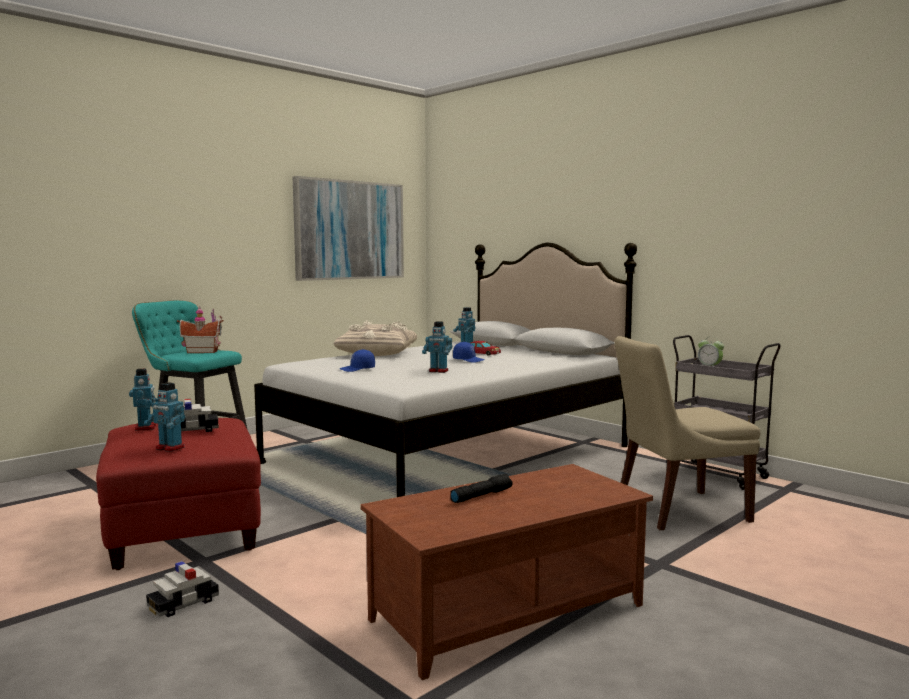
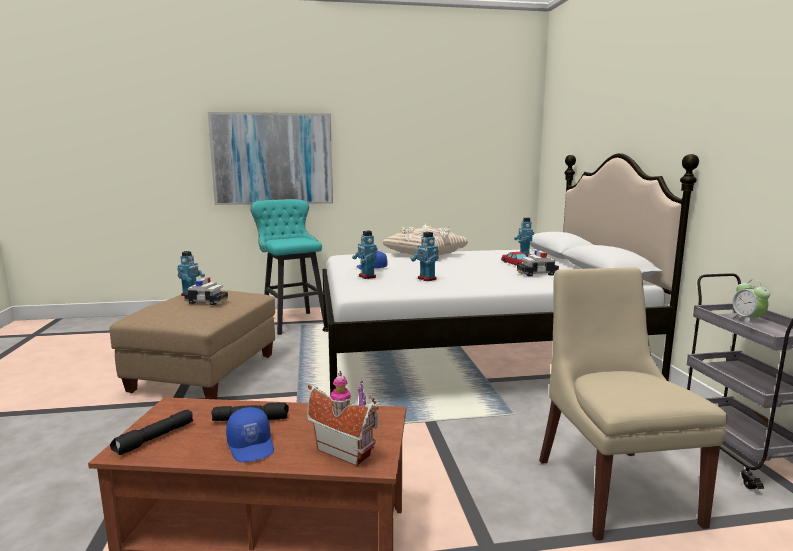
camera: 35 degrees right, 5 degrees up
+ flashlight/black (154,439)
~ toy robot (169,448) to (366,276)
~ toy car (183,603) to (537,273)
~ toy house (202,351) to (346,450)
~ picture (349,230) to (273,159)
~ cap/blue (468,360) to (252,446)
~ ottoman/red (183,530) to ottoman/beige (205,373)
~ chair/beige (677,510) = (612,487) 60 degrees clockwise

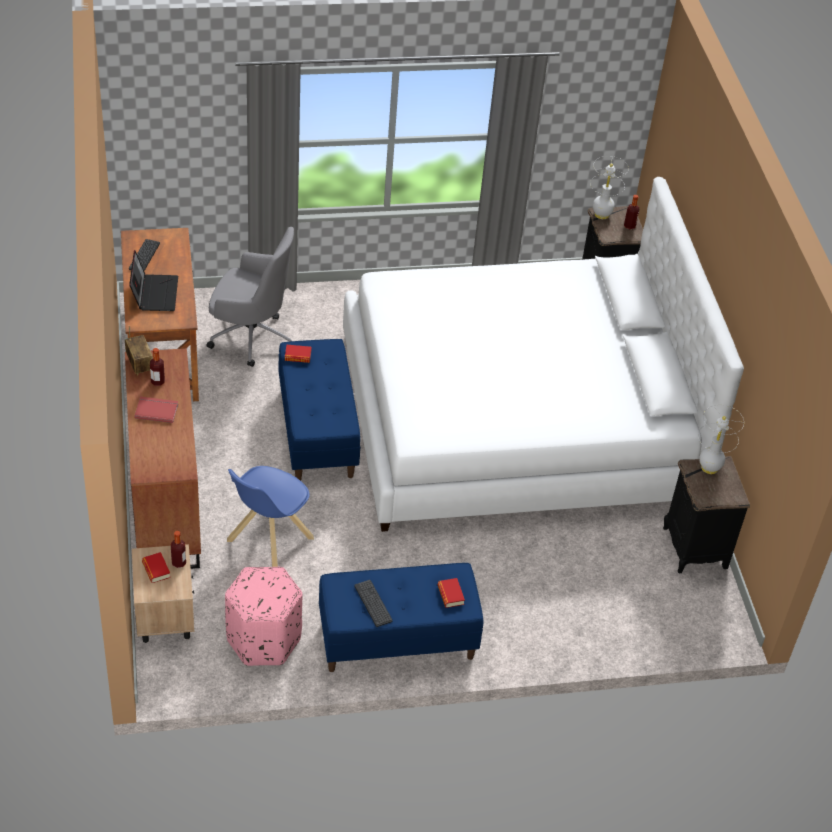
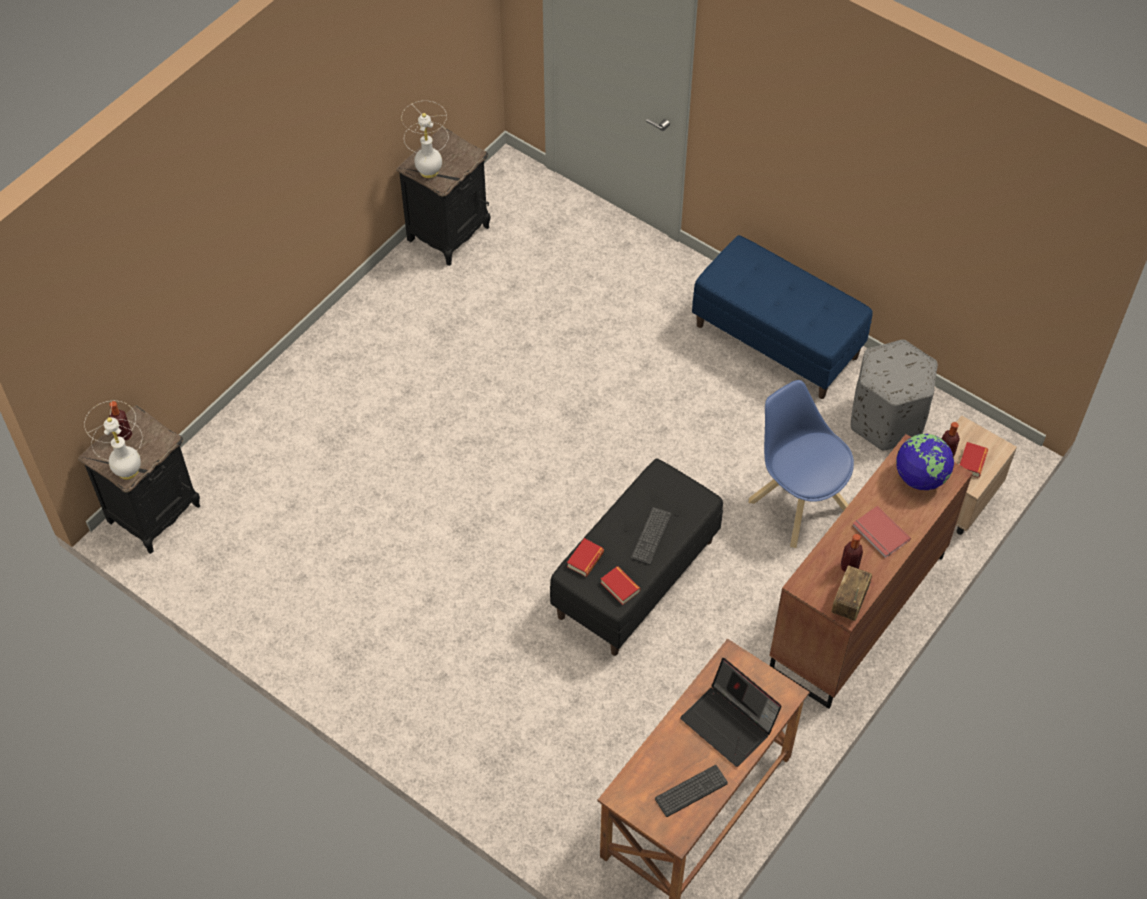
camera: 130 degrees left, 10 degrees up
- office chair/grey (252,338)
- bed/white (517,418)
+ globe (920,477)
~ keyboard (373,603) to (651,536)
~ book (450,595) to (585,560)
~ ottoman/pink (263,639) to ottoman/grey (887,420)
~ bench/blue (318,432) to bench/black (635,577)
~ laptop (154,293) = (730,723) 90 degrees counterclockwise
~ chair/blue (268,540) = (797,502) 120 degrees counterclockwise

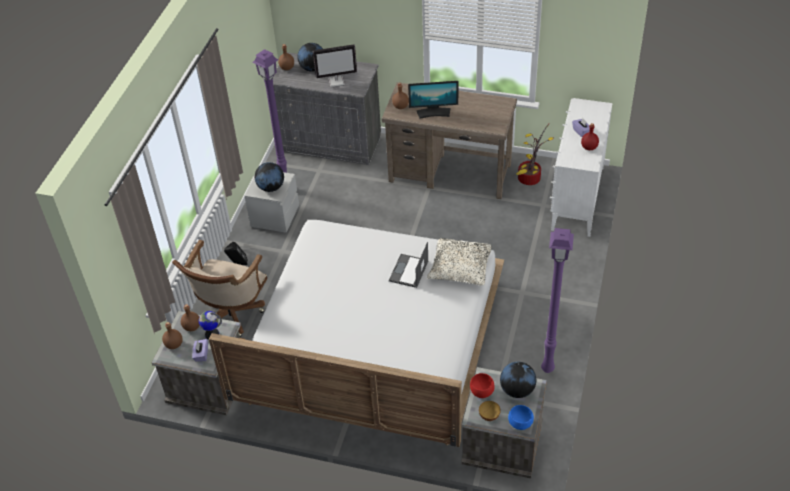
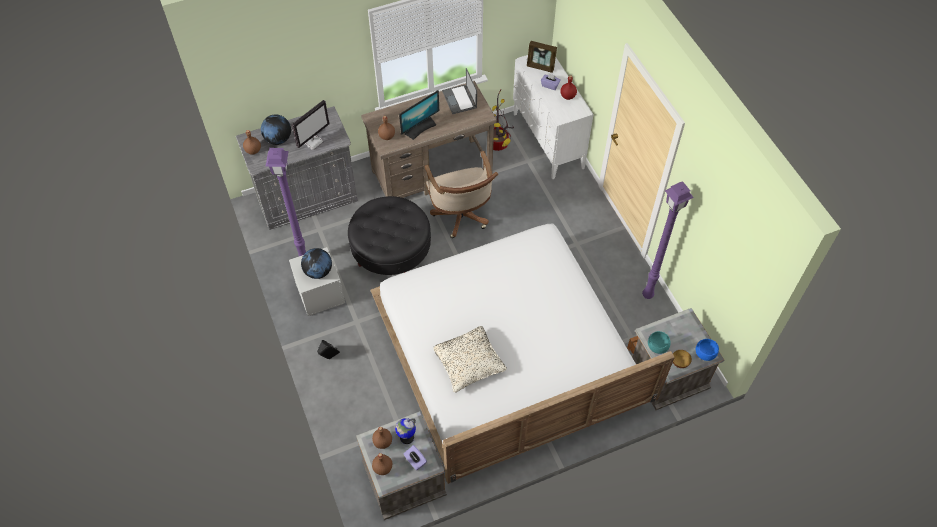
camera: 40 degrees left, 10 degrees up
- globe (517,390)
+ ottoman/black (391,252)
+ picture frame (540,66)
~ office chair (231,316) to (461,218)
~ laptop (408,271) to (460,100)
~ pillow/beige (460,267) to (468,362)
~ bowl/red (481,392) to bowl/turquoise (657,347)

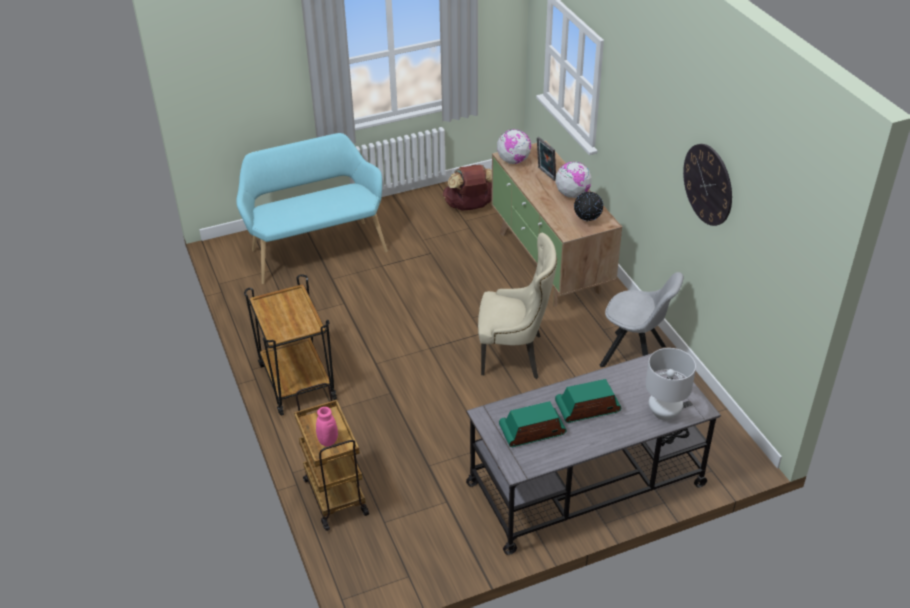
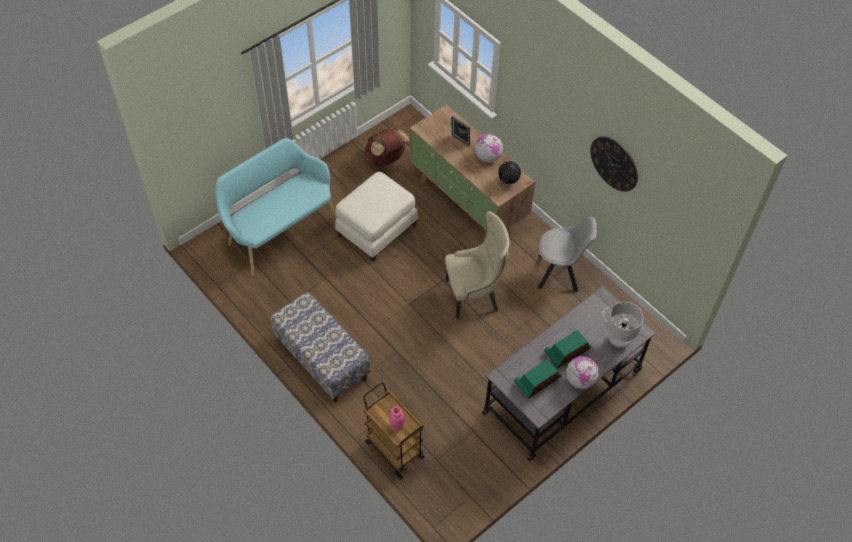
camera: 20 degrees left, 15 degrees up
+ ottoman/white (376,229)
~ globe (513,161) to (580,380)
~ cart/brown (297,380) to bench (321,359)

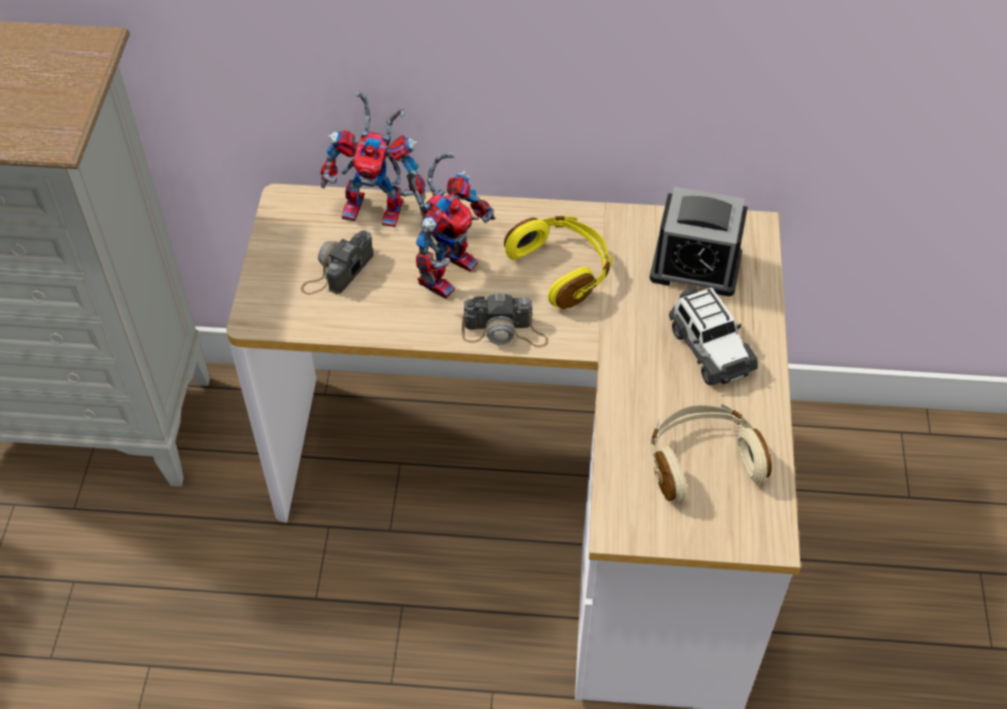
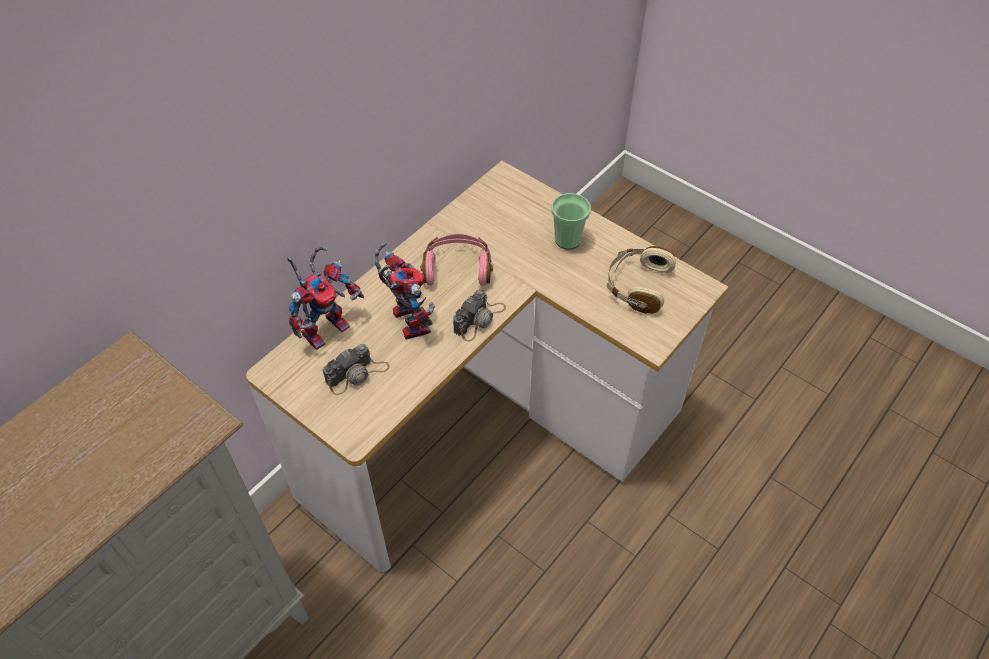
camera: 55 degrees left, 0 degrees up
- alarm clock (695,267)
~ toy car (709,348) to cup (567,240)
~ headphones/yellow (562,269) to headphones/pink (457,268)
~ photo camera (338,271) = (357,374) 105 degrees counterclockwise

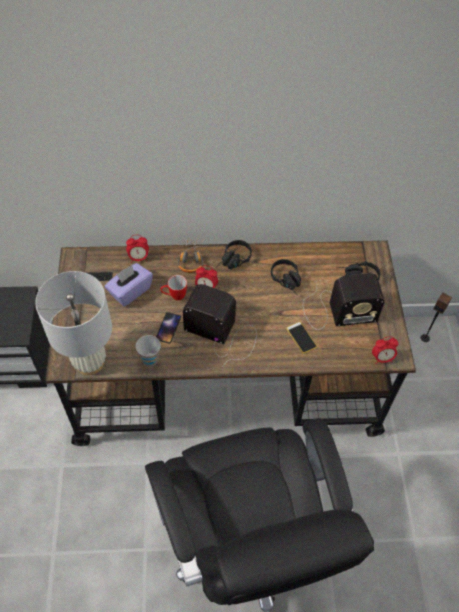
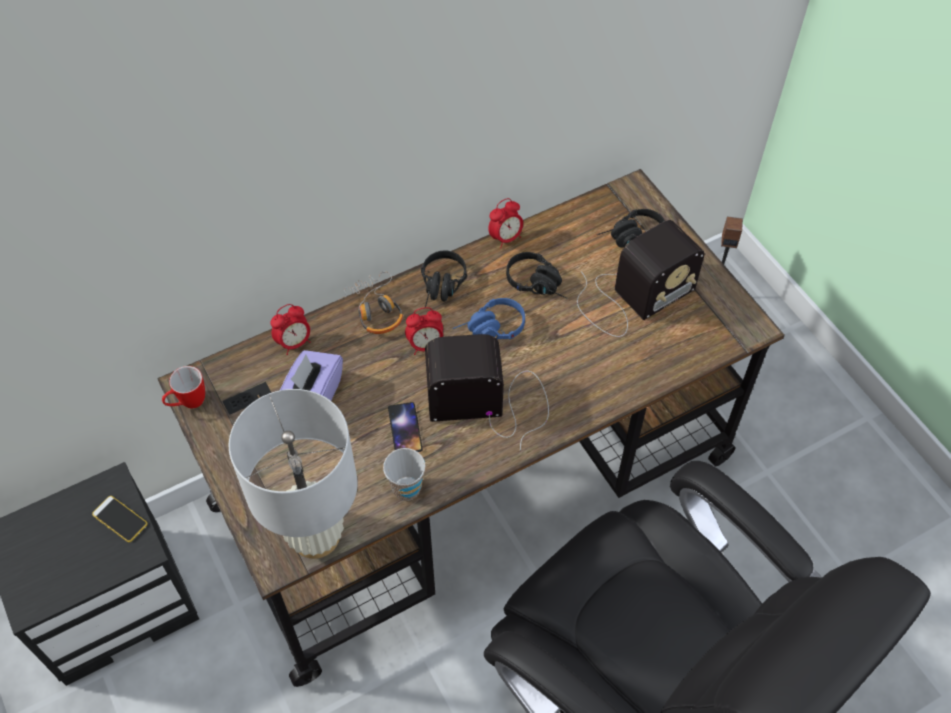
camera: 25 degrees left, 0 degrees up
+ headphones/blue (490,330)
~ mug (174,296) to (188,403)
~ phone (301,337) to (120,519)
~ alarm clock (382,358) to (505,238)

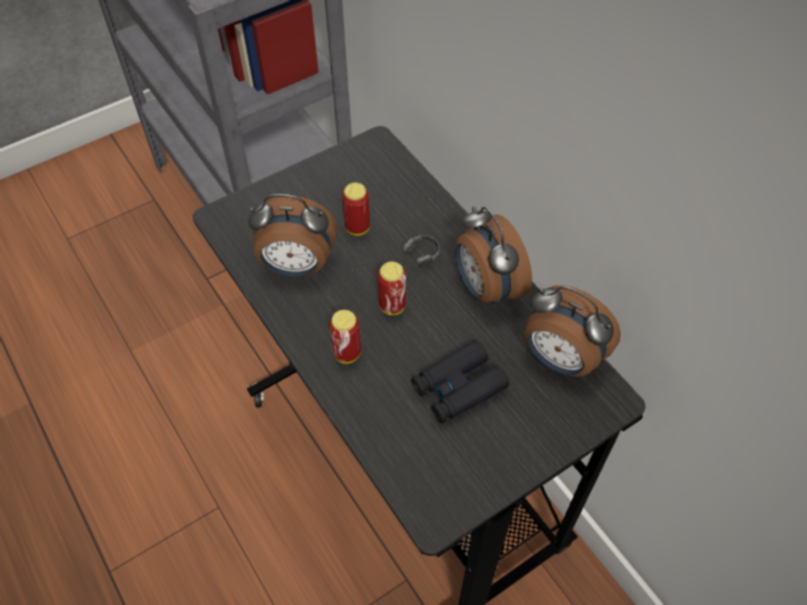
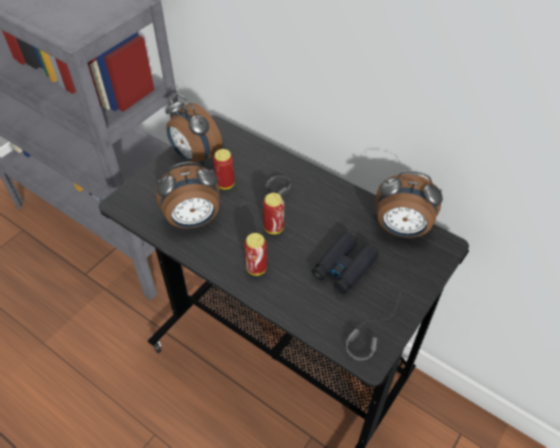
camera: 20 degrees left, 5 degrees down
+ headphones (371,327)
~ alarm clock (485,288) to (195,157)

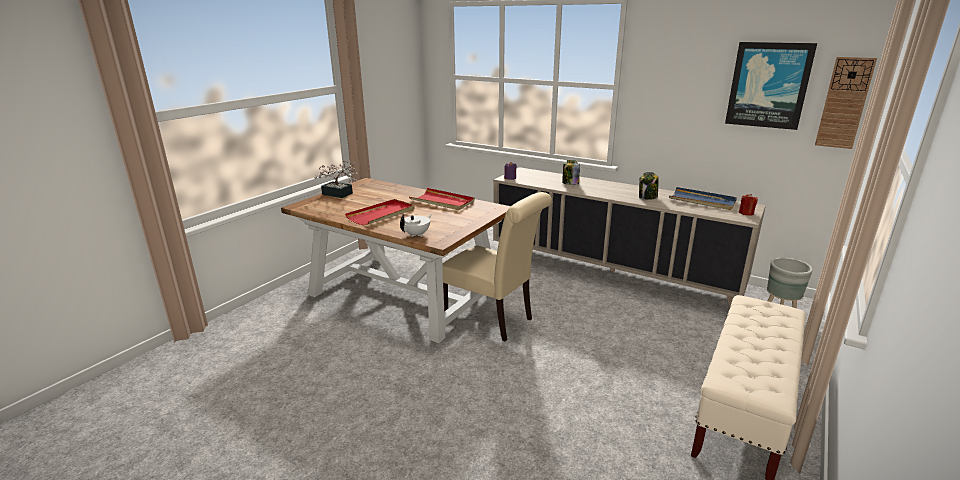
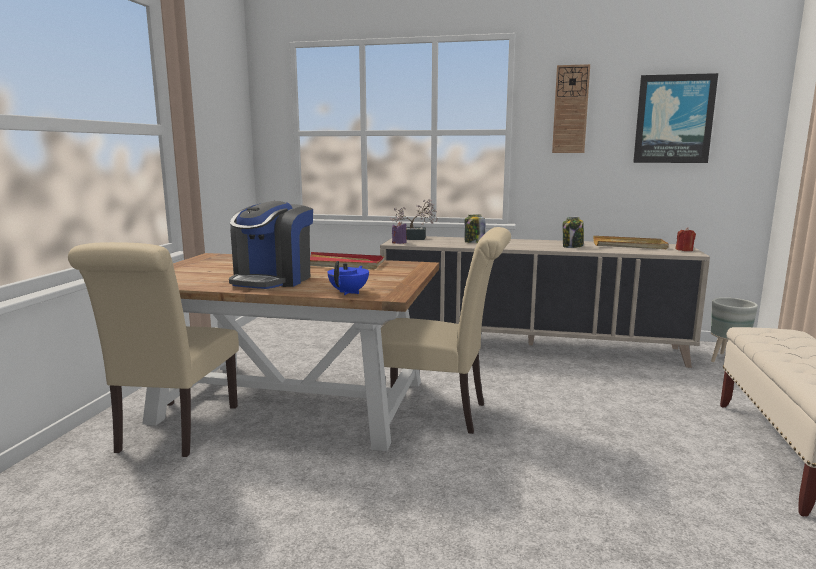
camera: 20 degrees left, 10 degrees down
+ chair/beige (174,431)
~ potted plant (340,194) to (415,238)
~ wall clock (844,103) to (570,109)
~ tray/red (382,214) to coffee machine (273,280)
~ teapot/white (417,234) to teapot/blue (349,292)
~ tray/blue (702,201) to tray/beige (629,245)

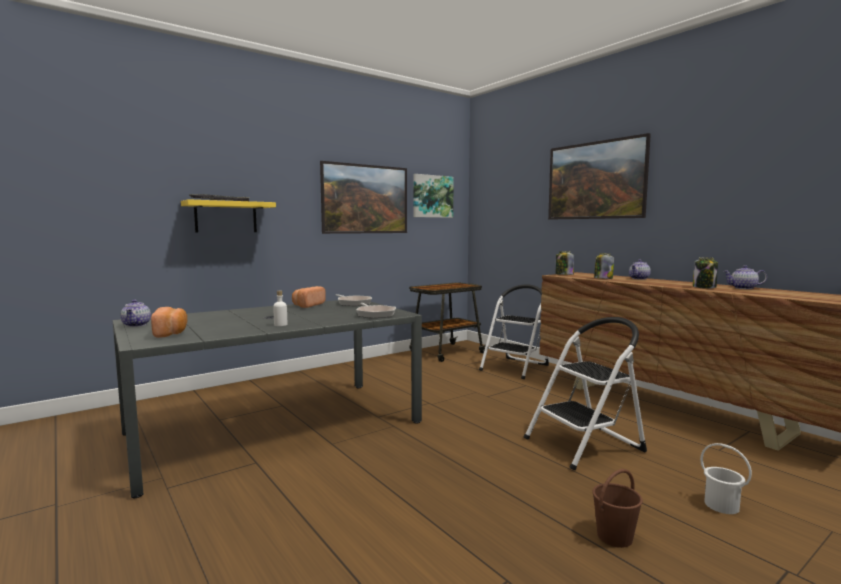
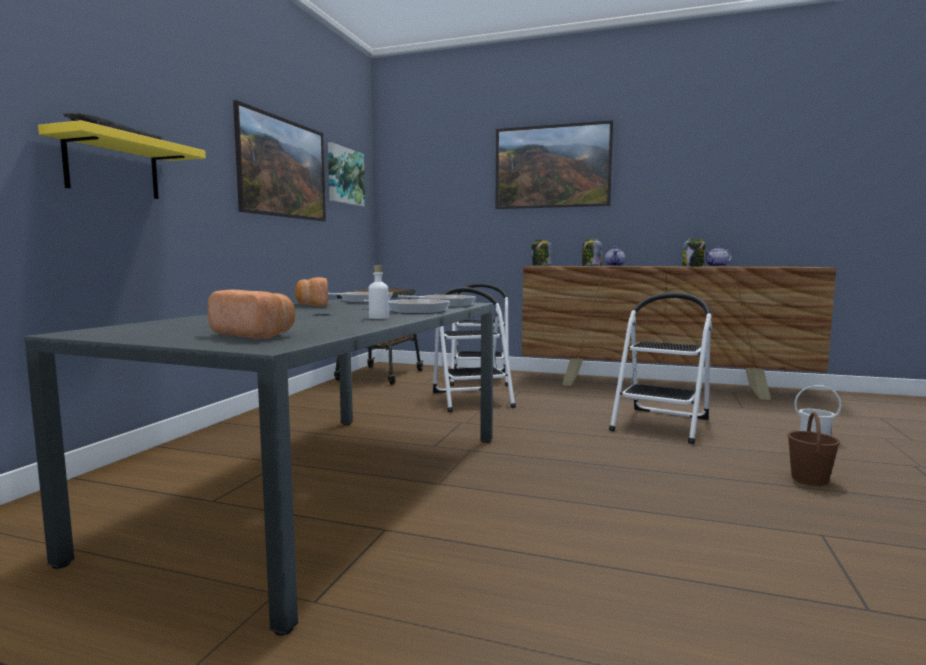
camera: 35 degrees left, 0 degrees up
- teapot (136,325)
+ frying pan (413,311)
+ step ladder (471,399)

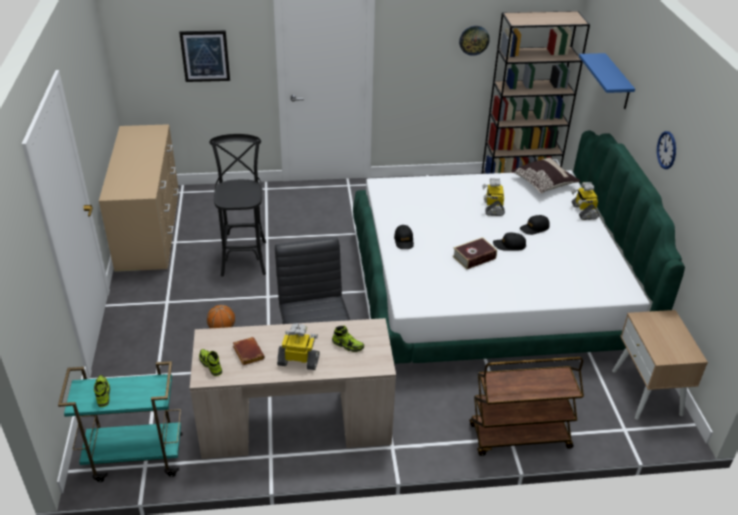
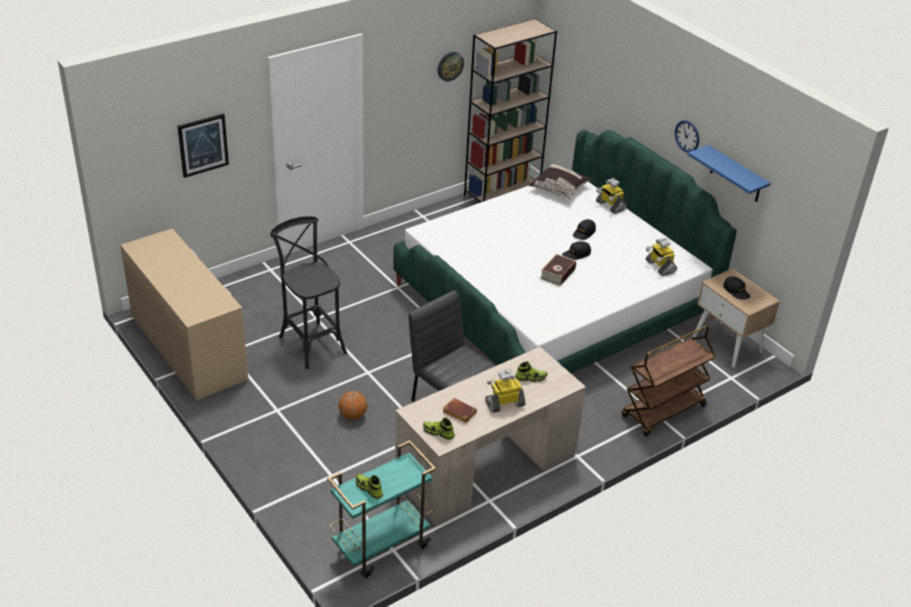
camera: 30 degrees left, 0 degrees up
~ cap/black (404,241) to (736,291)
~ toy robot (493,207) to (659,266)
~ shelf/blue (617,82) to (736,175)

